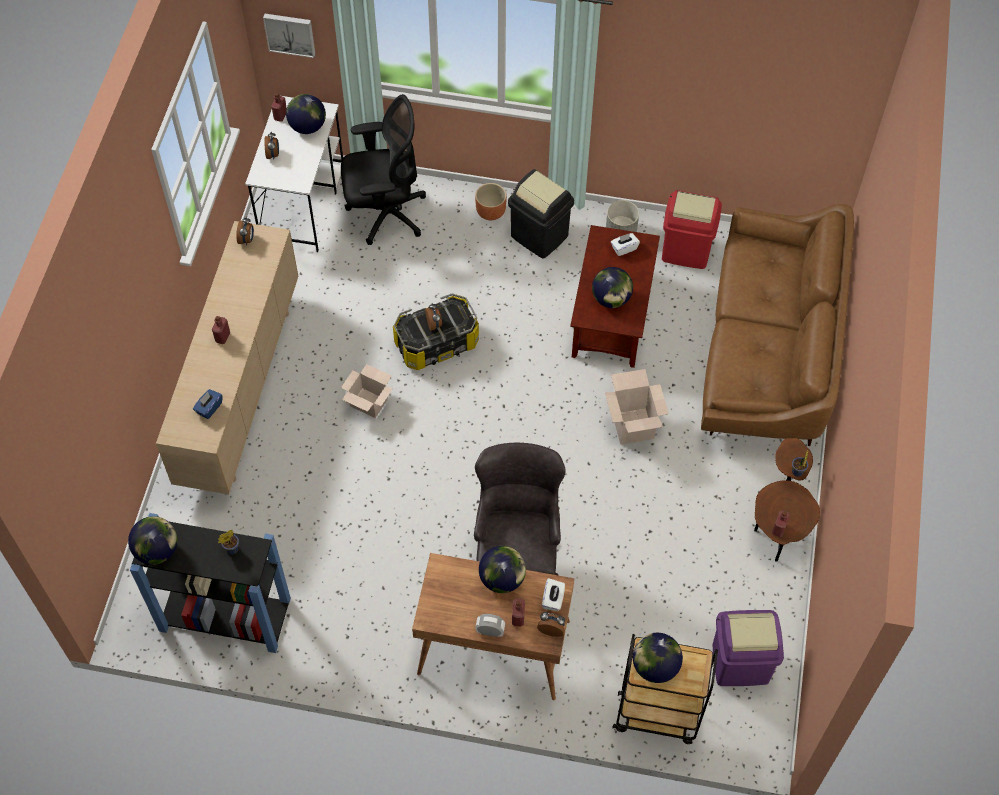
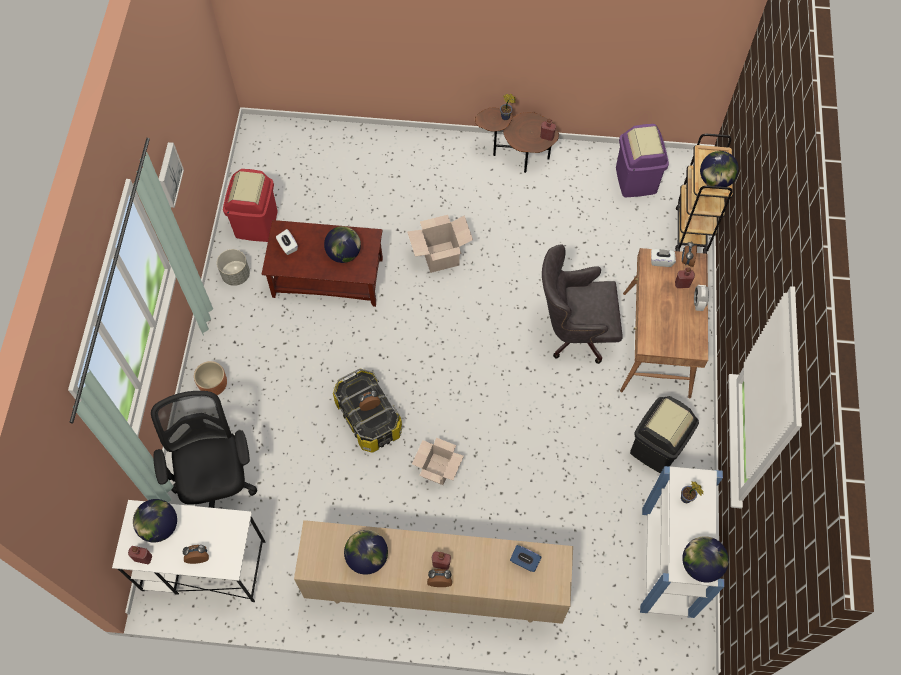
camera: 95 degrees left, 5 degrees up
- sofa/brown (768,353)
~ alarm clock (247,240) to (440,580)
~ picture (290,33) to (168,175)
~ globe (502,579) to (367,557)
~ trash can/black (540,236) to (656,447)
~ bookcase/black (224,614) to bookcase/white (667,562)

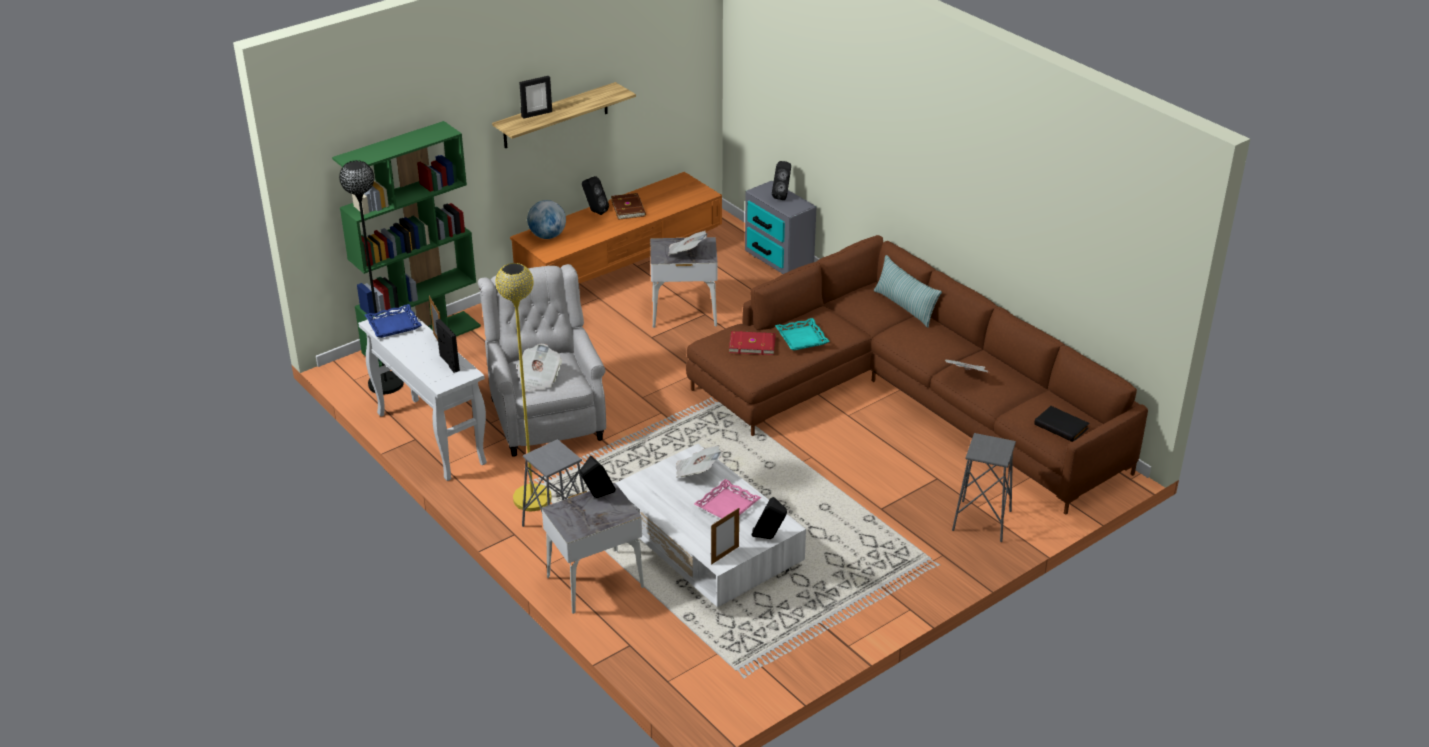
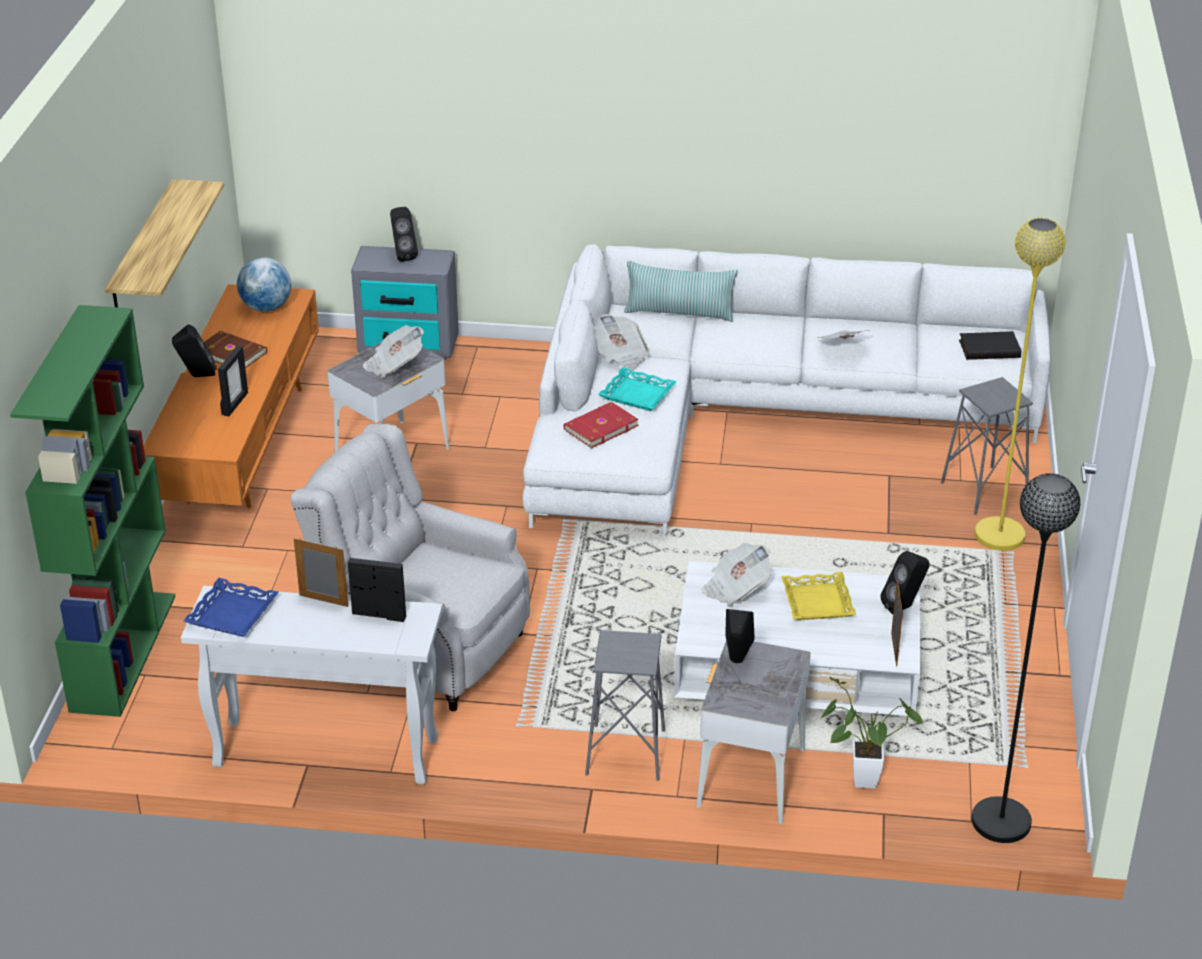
camera: 45 degrees left, 0 degrees up
+ potted plant (858,780)
~ floor lamp/black (385,384) to (1000,822)
~ floor lamp/yellow (532,498) to (999,535)
~ newspaper (538,379) to (620,356)
~ picture frame (536,114) to (235,403)
~ globe (547,236) to (266,308)
~ sofa/brown (904,398) to sofa/white (744,418)
~ tray/pink (727,506) to tray/yellow (818,602)

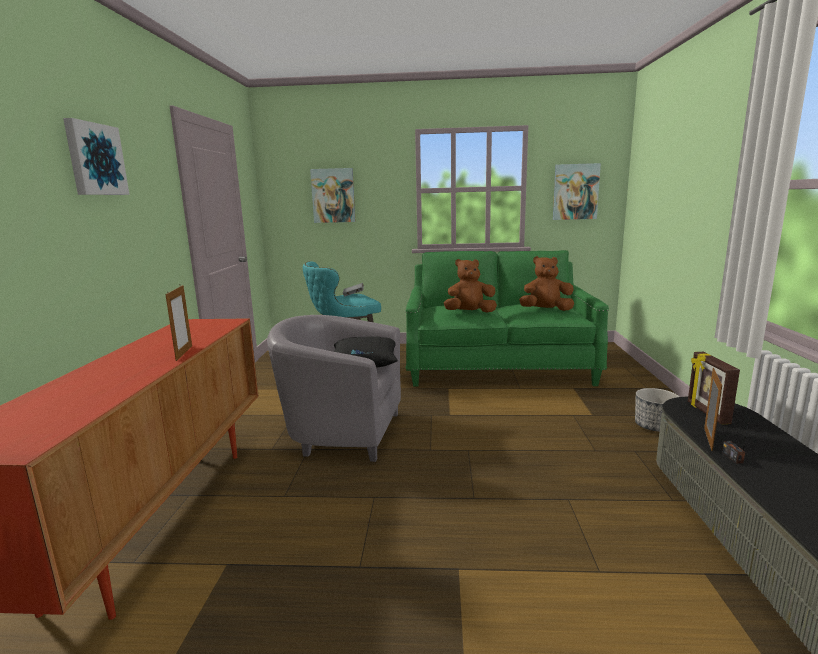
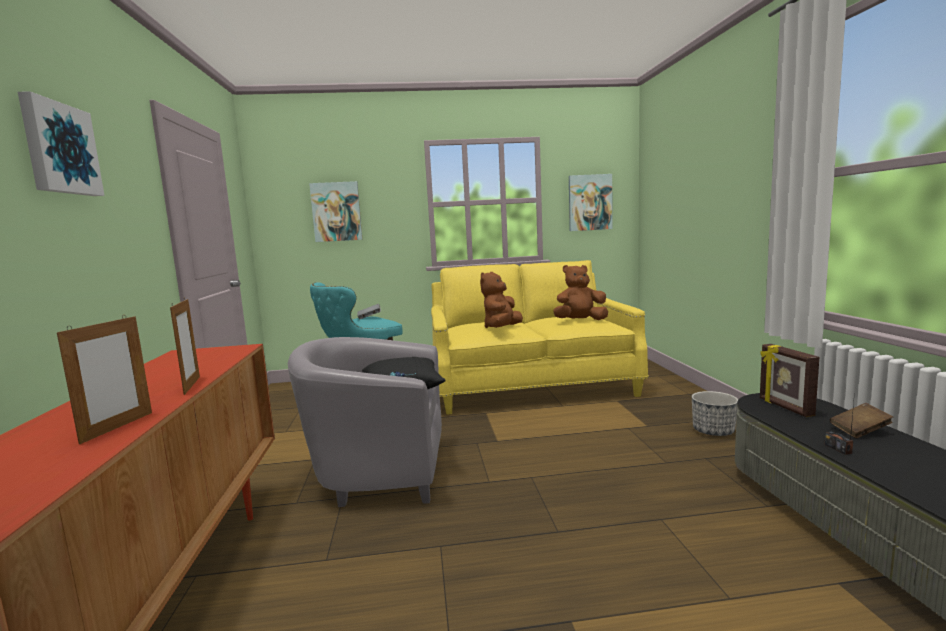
camera: 10 degrees left, 5 degrees down
+ book/brown (860,431)
~ picture frame (708,439) to (118,427)
~ sofa/green (497,366) to sofa/yellow (530,385)
~ plush toy/brown (469,313) = (502,328) 45 degrees counterclockwise

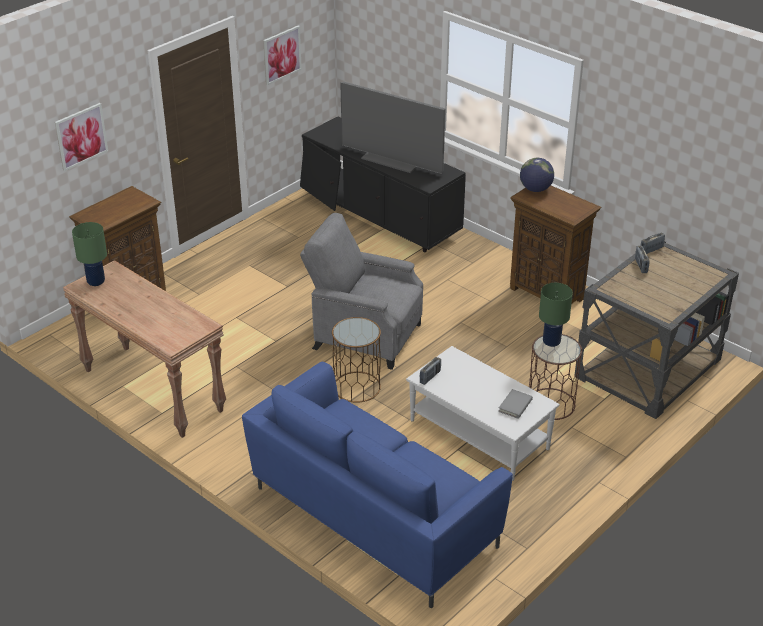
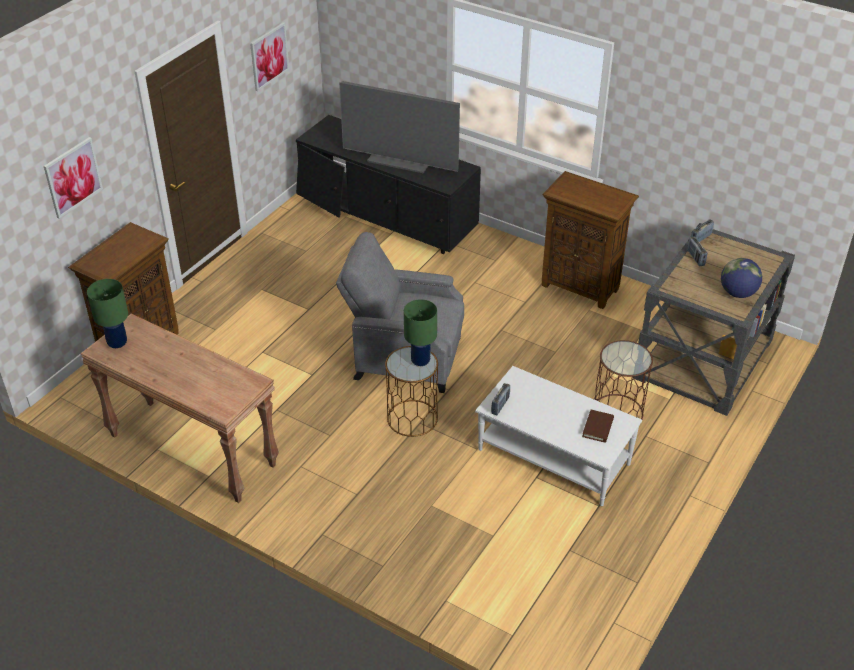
camera: 10 degrees left, 5 degrees up
- sofa/blue (373,518)
~ globe (535,189) to (737,293)
~ table lamp/green (551,343) to (420,361)
~ book/grey (515,405) to book/brown (598,428)

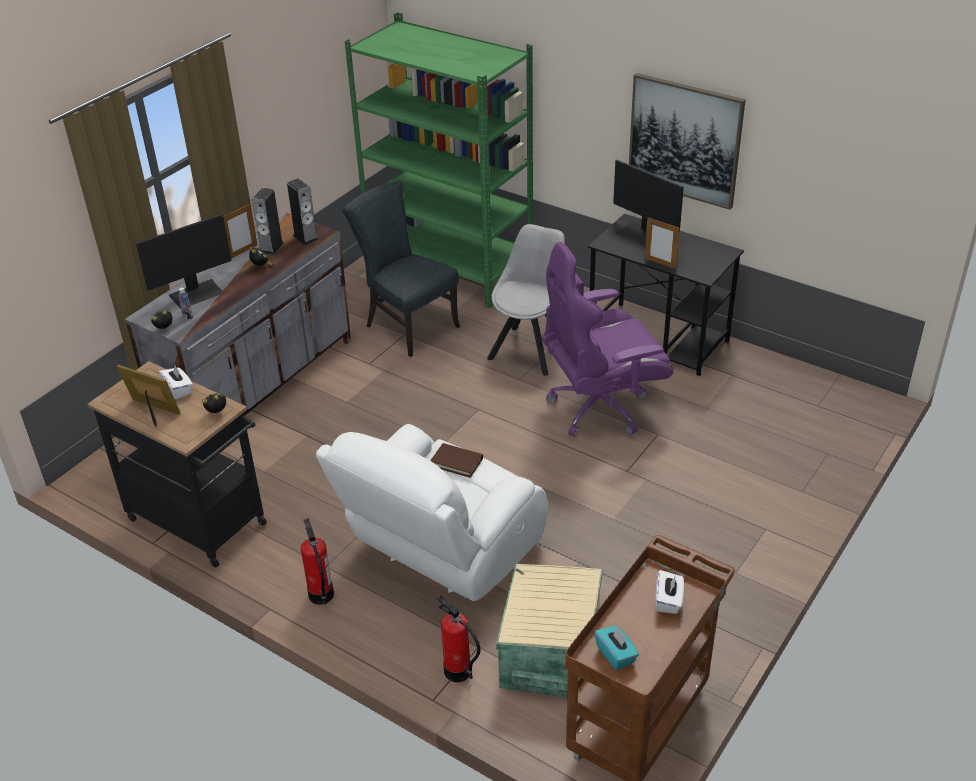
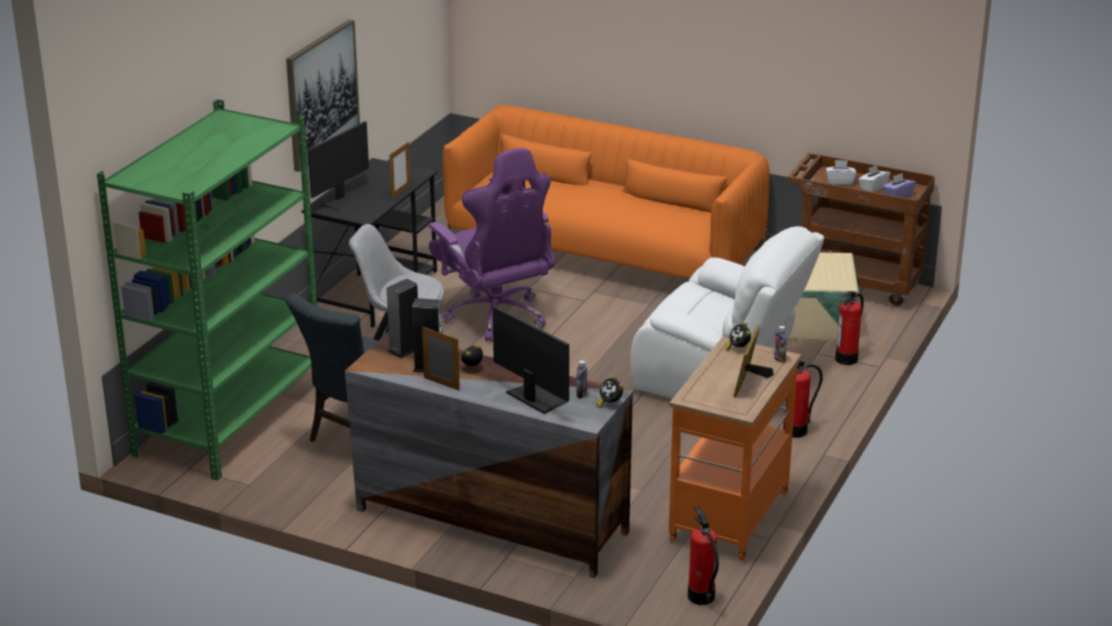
camera: 100 degrees left, 10 degrees down
- book/brown (456,462)
+ sofa/orange (603,251)
+ fire extinguisher (701,597)
+ bottle (779,359)
~ tissue box/white (178,390) to (873,188)
~ cart/black (200,523) to cart/orange (731,514)
~ tissue box/turquoise (616,655) to tissue box/purple (897,196)

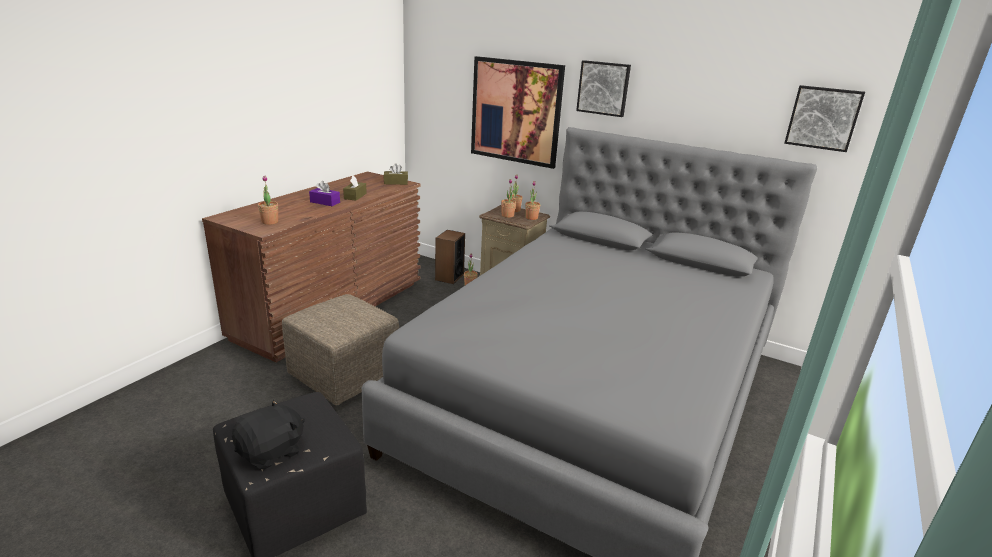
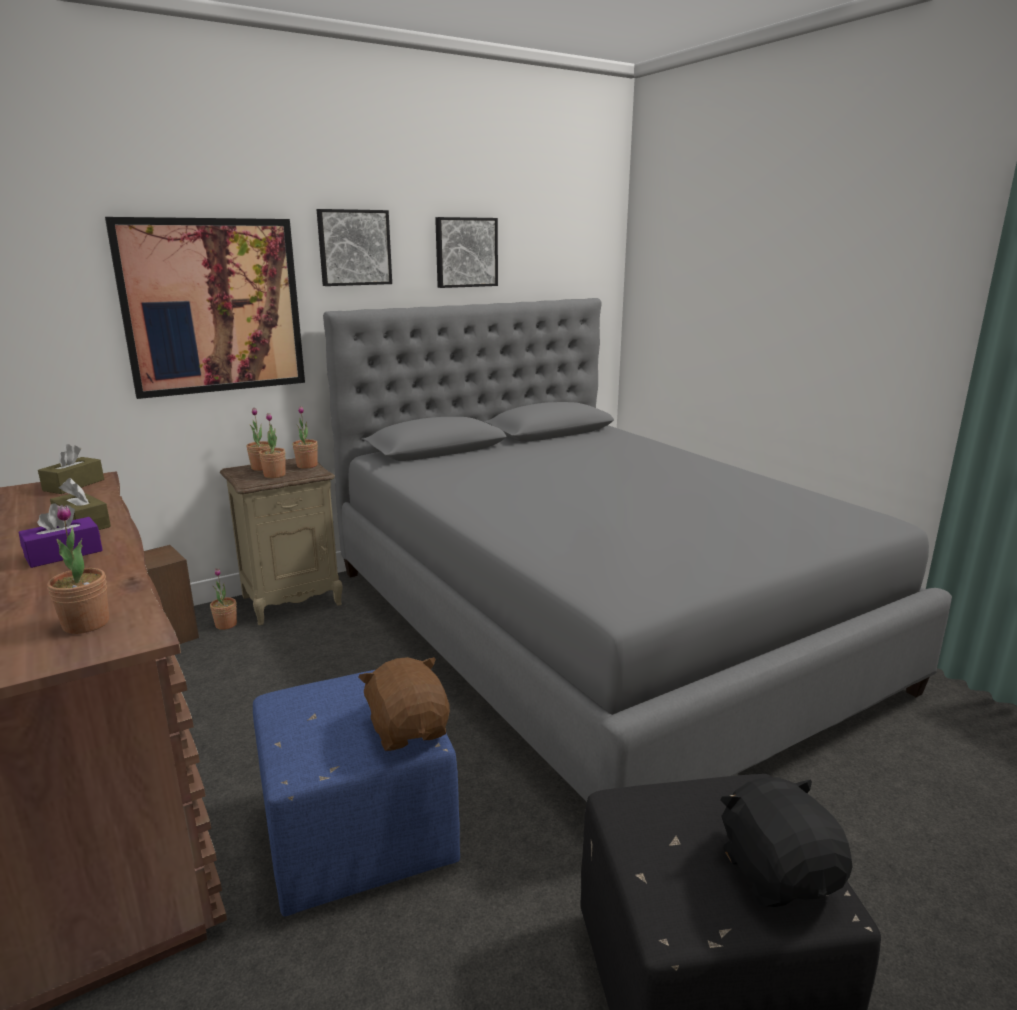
camera: 60 degrees left, 5 degrees down
+ plush toy/brown (409,729)
~ picture (823,118) to (465,252)
~ ottoman/beige (343,376) to ottoman/blue (356,837)

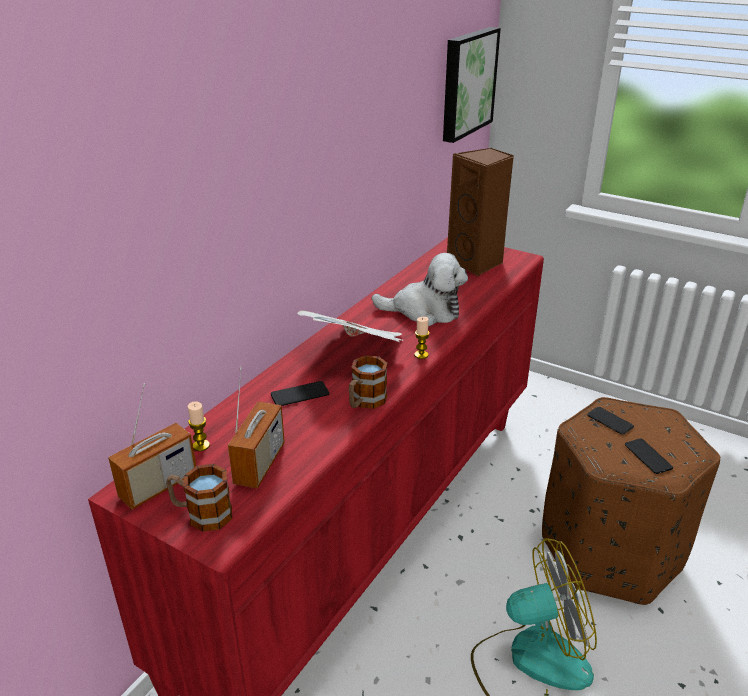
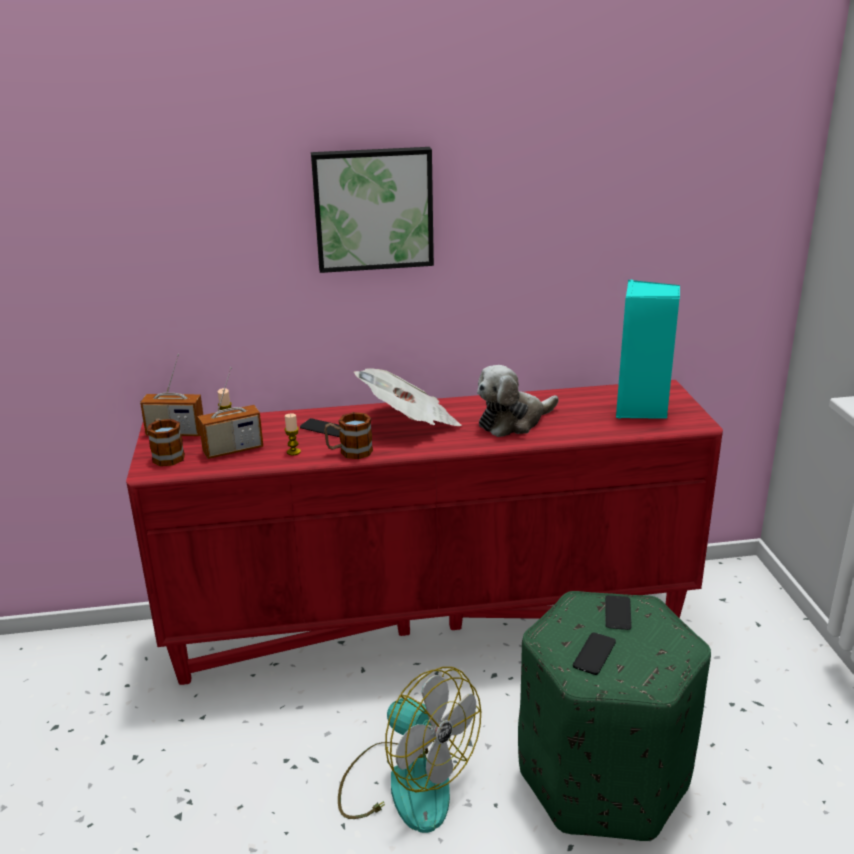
camera: 50 degrees right, 5 degrees down
~ candle (421,355) to (293,452)
~ picture (466,83) to (373,208)
~ speaker/brown (477,263) to speaker/turquoise (641,409)
~ ottoman/brown (611,551) to ottoman/green (604,778)
~ plush toy (424,311) = (513,421) 90 degrees clockwise

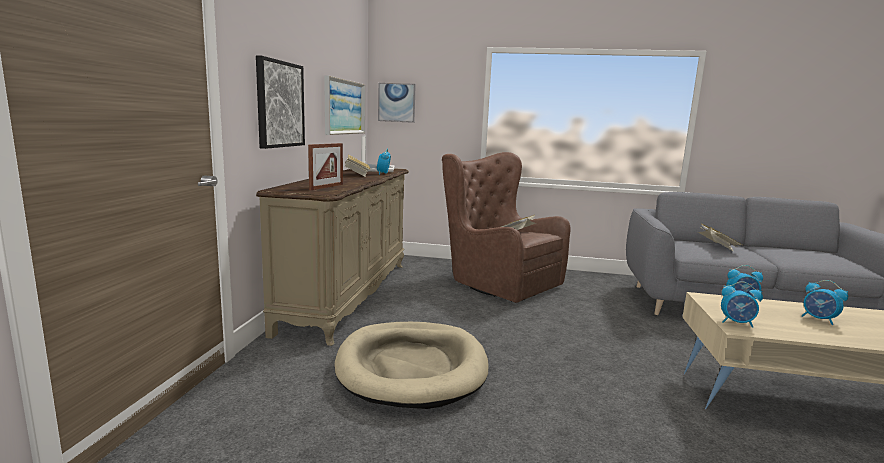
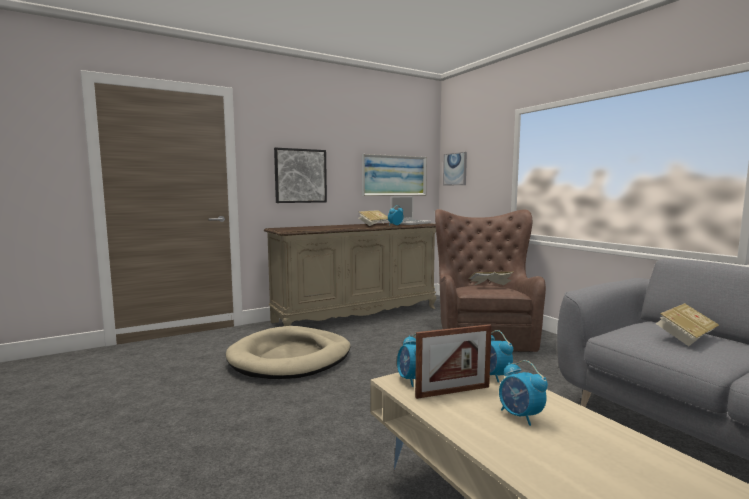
camera: 50 degrees right, 5 degrees down
~ picture frame (326,187) to (453,392)
~ alarm clock (819,320) = (520,416) 45 degrees counterclockwise

